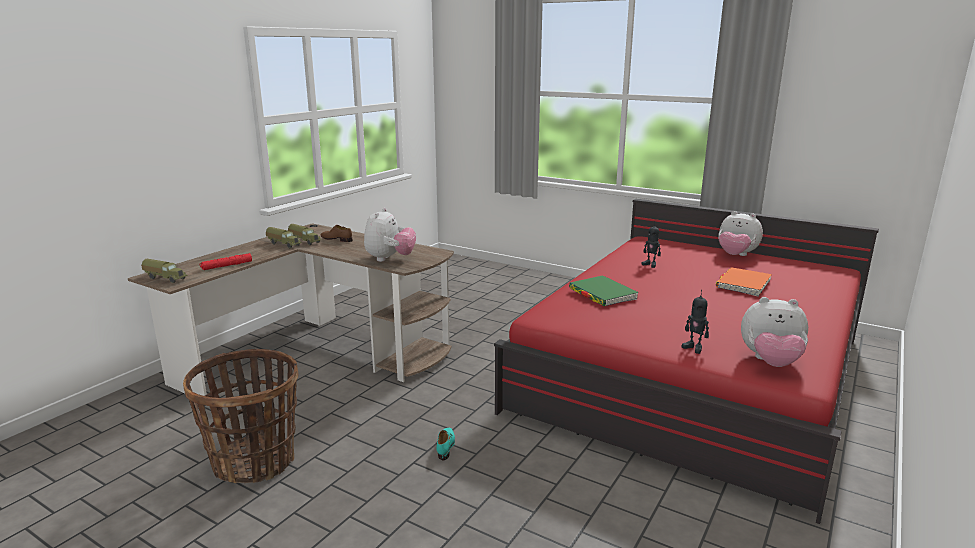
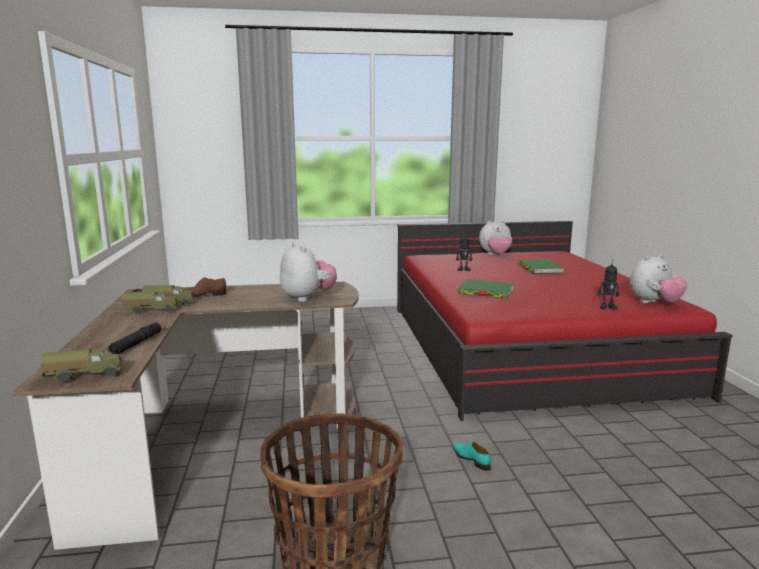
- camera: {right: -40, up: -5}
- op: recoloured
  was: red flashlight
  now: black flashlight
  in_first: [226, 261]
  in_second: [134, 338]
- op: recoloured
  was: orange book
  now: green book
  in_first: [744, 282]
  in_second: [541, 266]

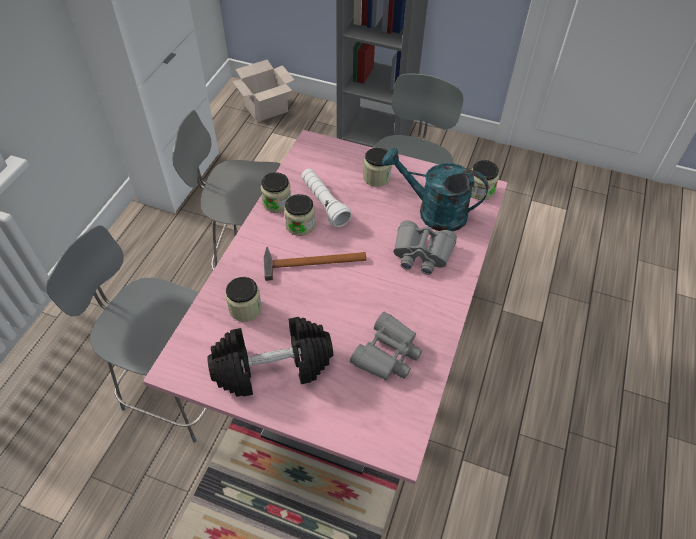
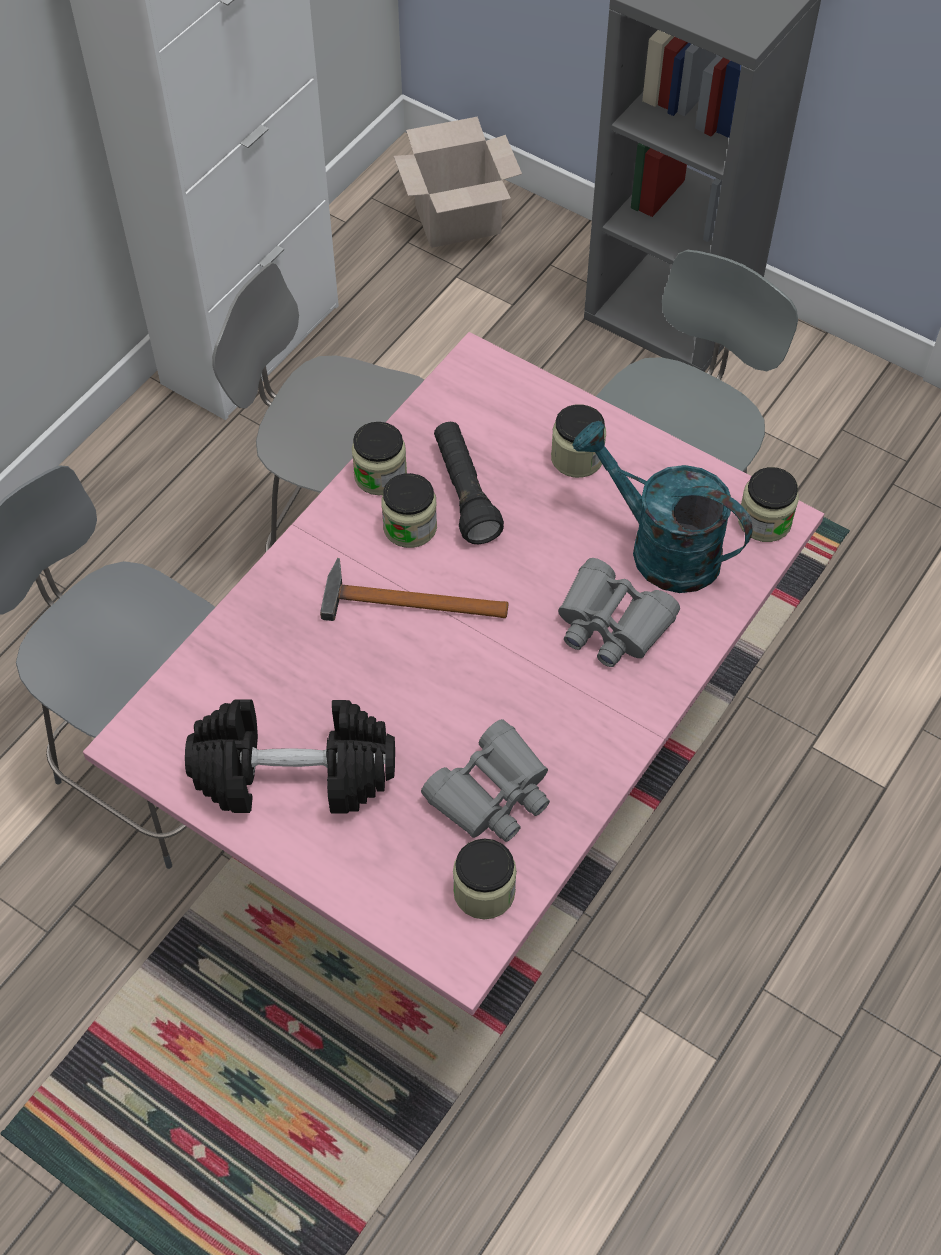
- camera: {right: 15, up: 5}
- op: moved
  was: jar
  in_first: [244, 299]
  in_second: [485, 879]
- op: recoloured
  was: white flashlight
  now: black flashlight
  in_first: [326, 198]
  in_second: [469, 483]

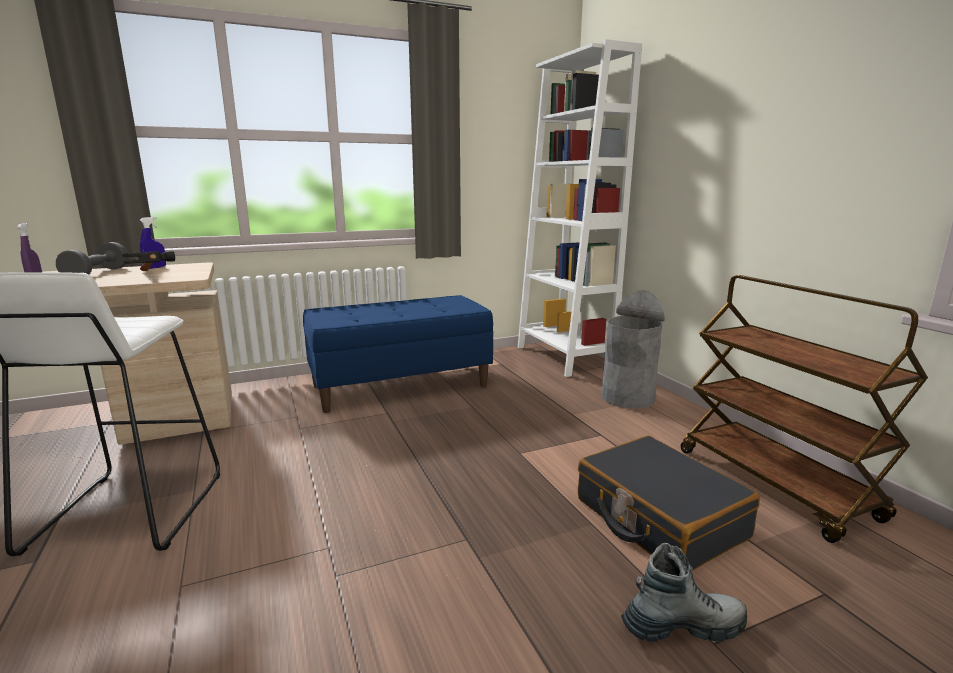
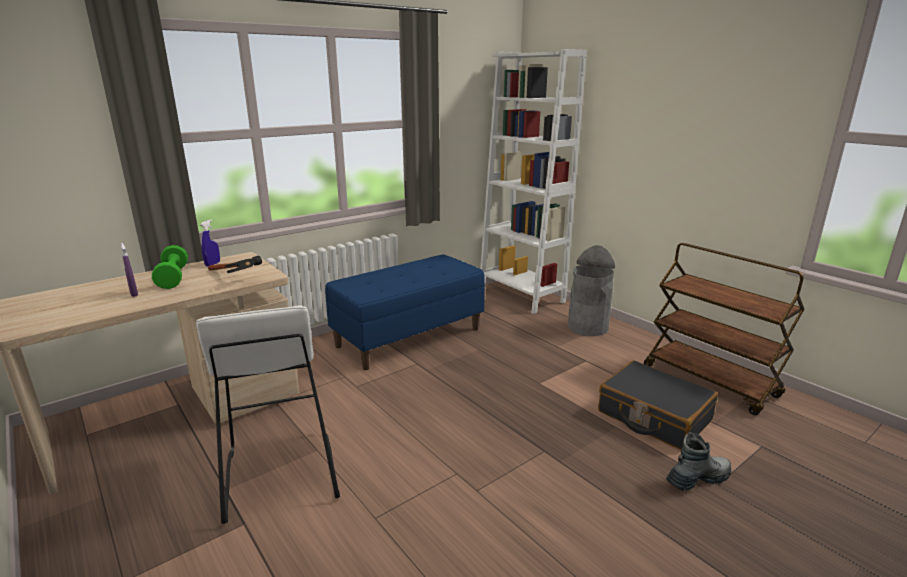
- camera: {right: -15, up: 5}
- op: recoloured
  was: grey dumbbell
  now: green dumbbell
  in_first: [92, 258]
  in_second: [170, 267]

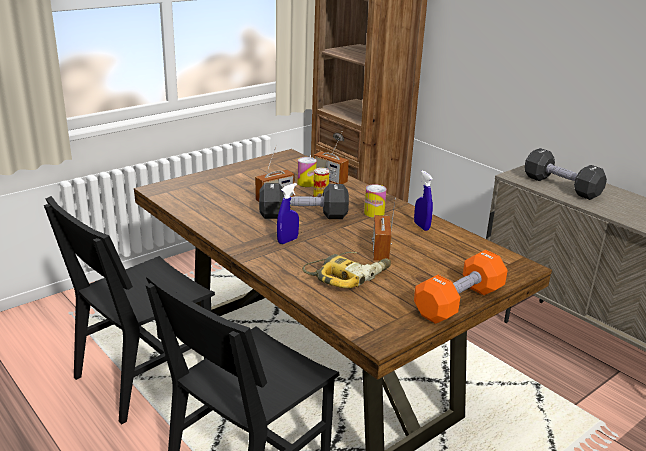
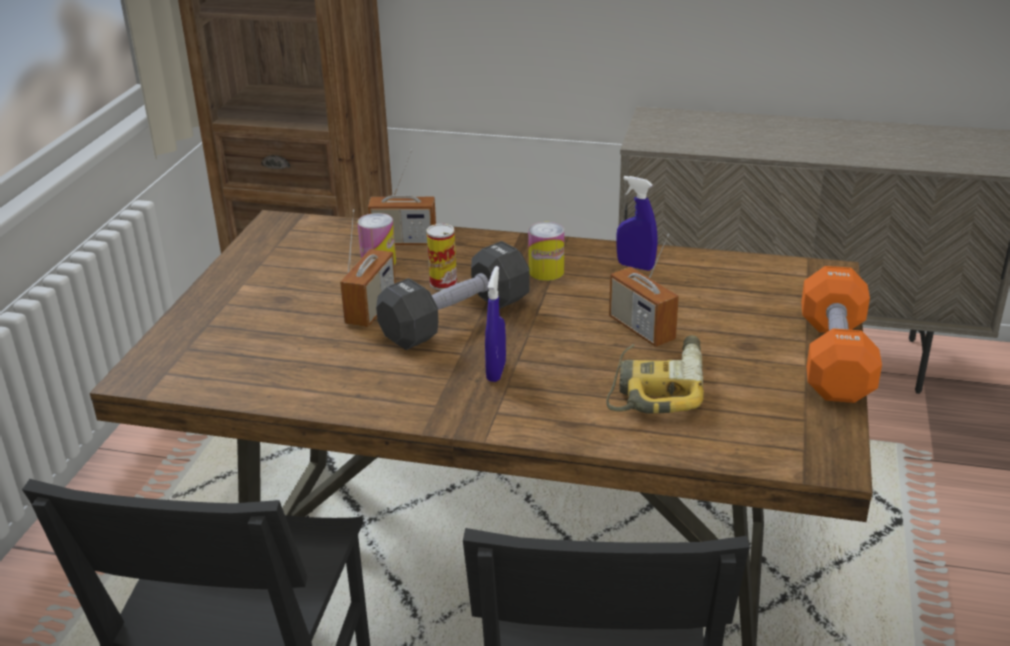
- camera: {right: -35, up: 5}
- op: removed
  was: black dumbbell
  in_first: [566, 174]

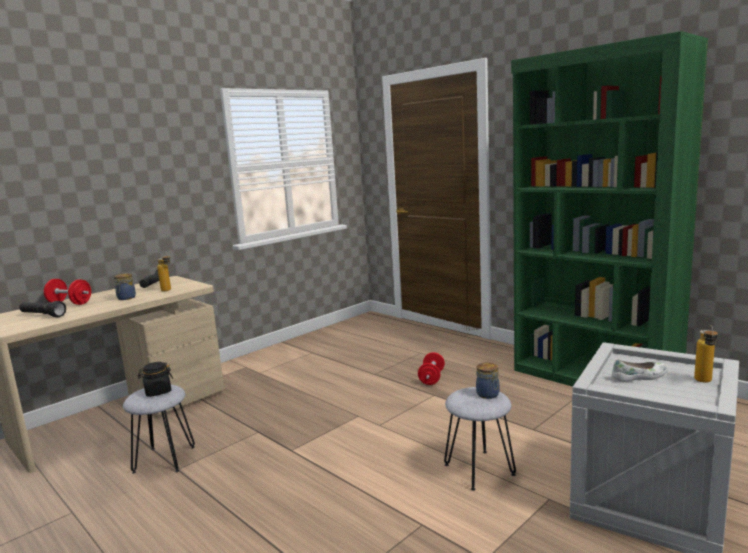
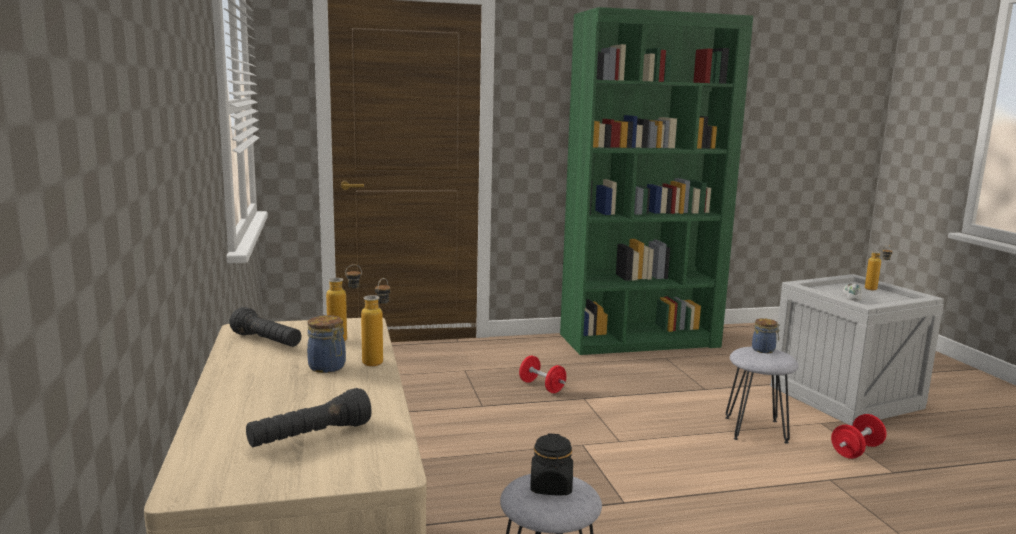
- camera: {right: -60, up: 0}
- op: moved
  was: red dumbbell
  in_first: [67, 292]
  in_second: [859, 436]
- op: added
  now: bottle
  in_second: [375, 322]

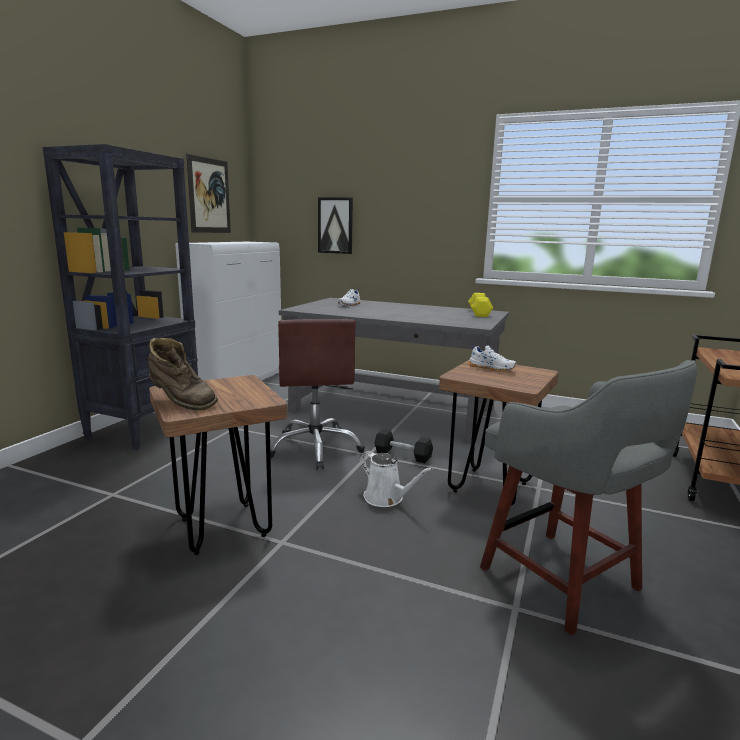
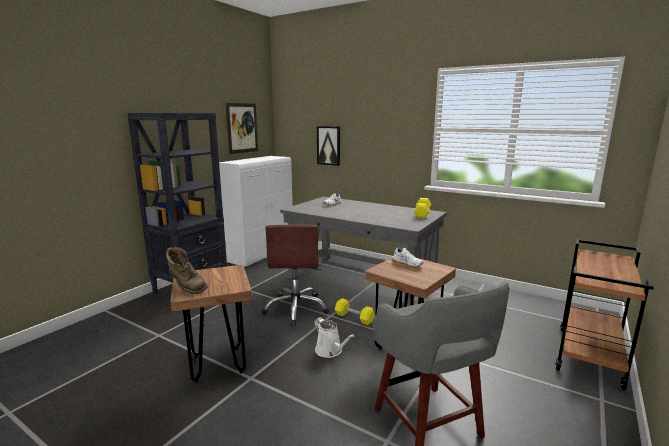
- camera: {right: 10, up: 0}
- op: recoloured
  was: black dumbbell
  now: yellow dumbbell
  in_first: [403, 446]
  in_second: [355, 311]

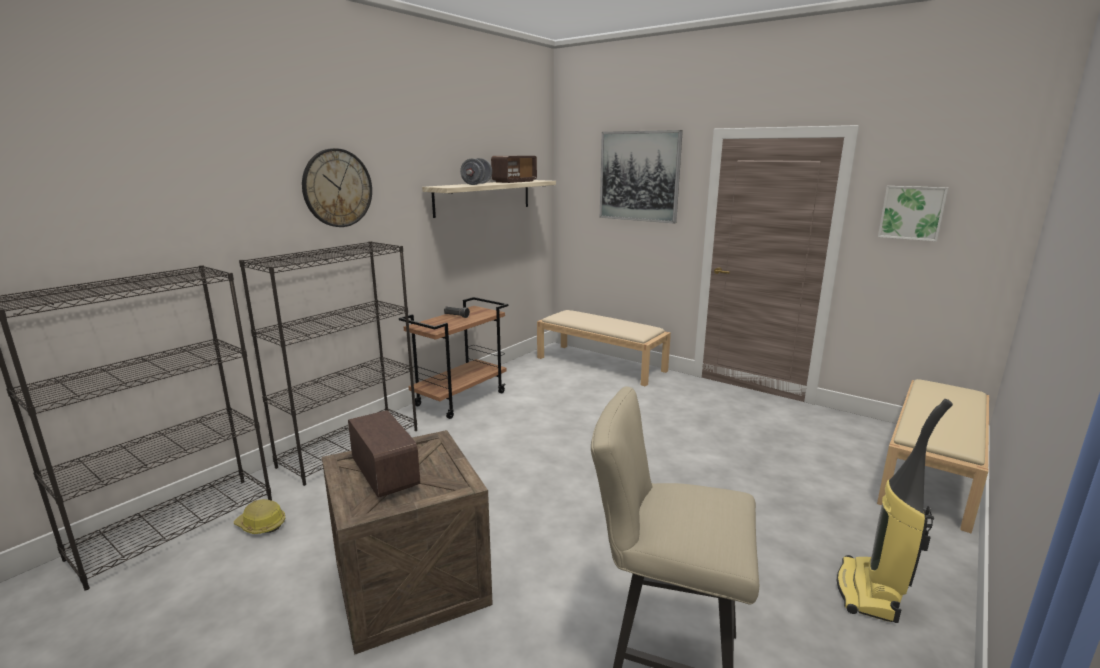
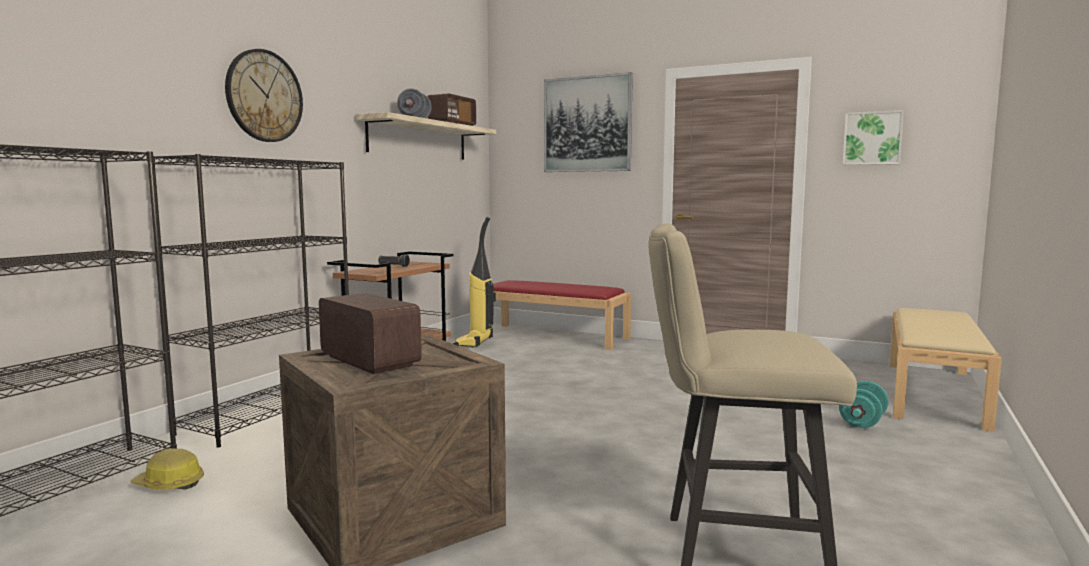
- camera: {right: -10, up: -10}
- op: recoloured
  was: beige bench
  now: red bench
  in_first: [604, 348]
  in_second: [562, 315]
- op: moved
  was: vacuum cleaner
  in_first: [895, 511]
  in_second: [474, 282]
- op: added
  now: turquoise dumbbell
  in_second: [864, 404]

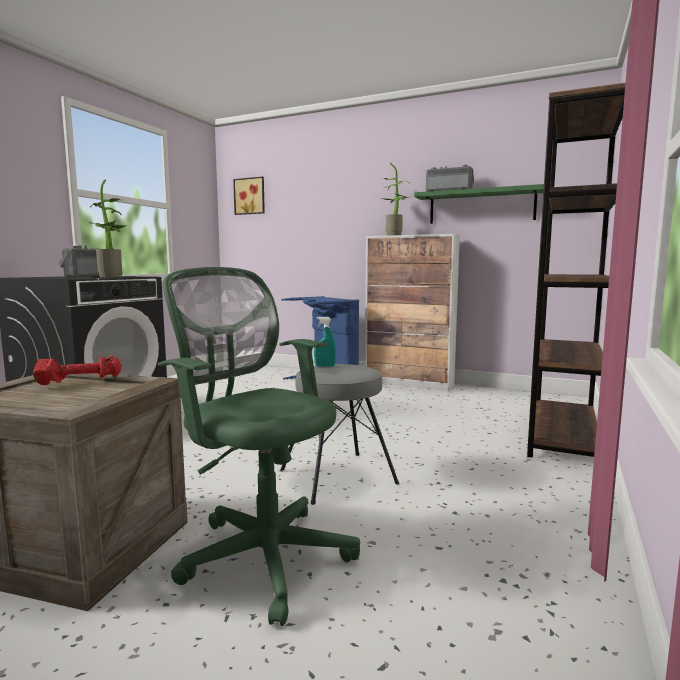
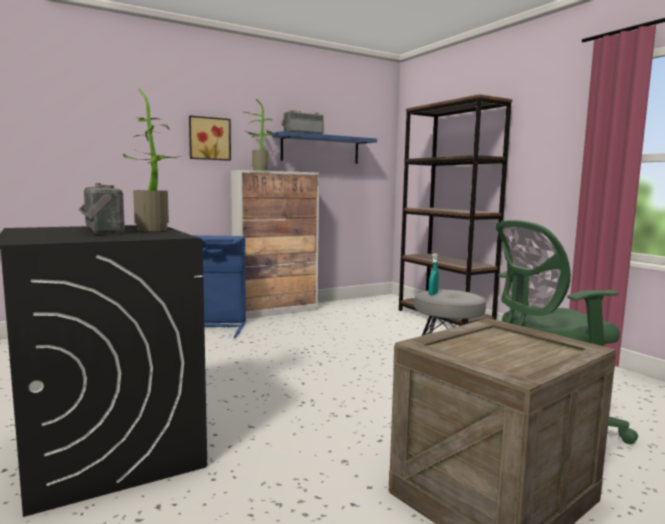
- camera: {right: -55, up: 0}
- op: removed
  was: red dumbbell
  in_first: [77, 370]
- op: moved
  was: picture
  in_first: [249, 195]
  in_second: [210, 138]
- op: recoloured
  was: green shelf
  now: blue shelf
  in_first: [479, 204]
  in_second: [324, 147]

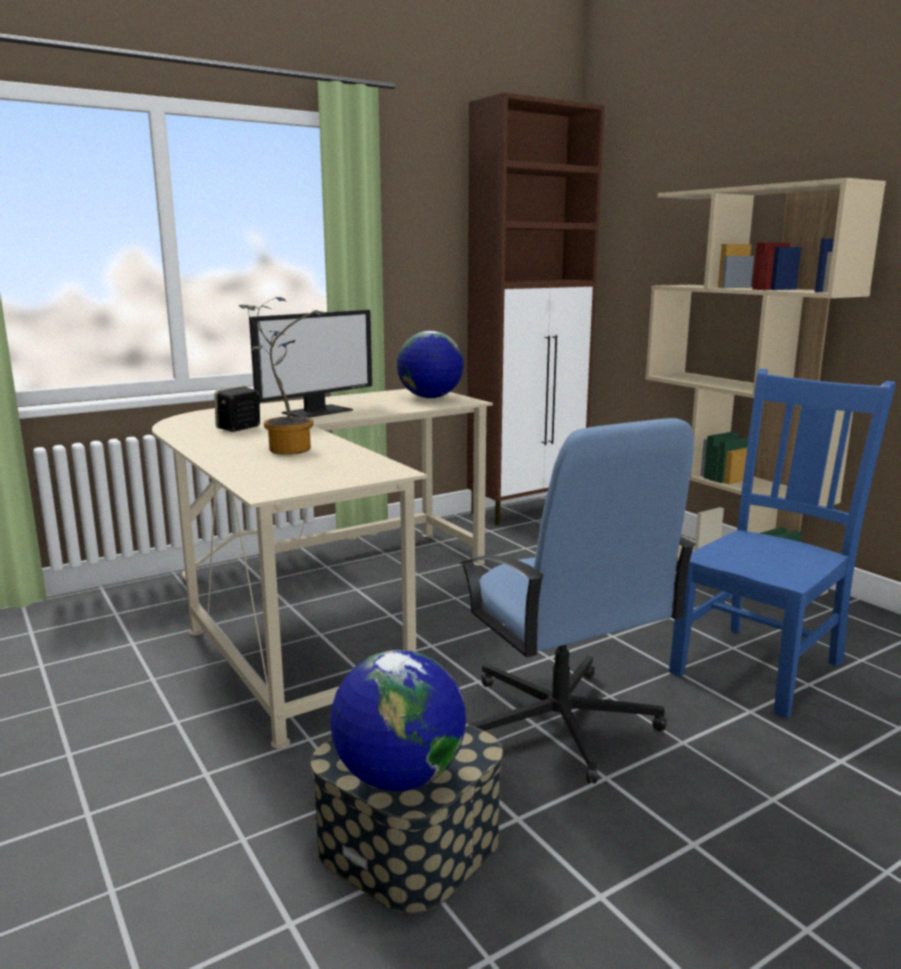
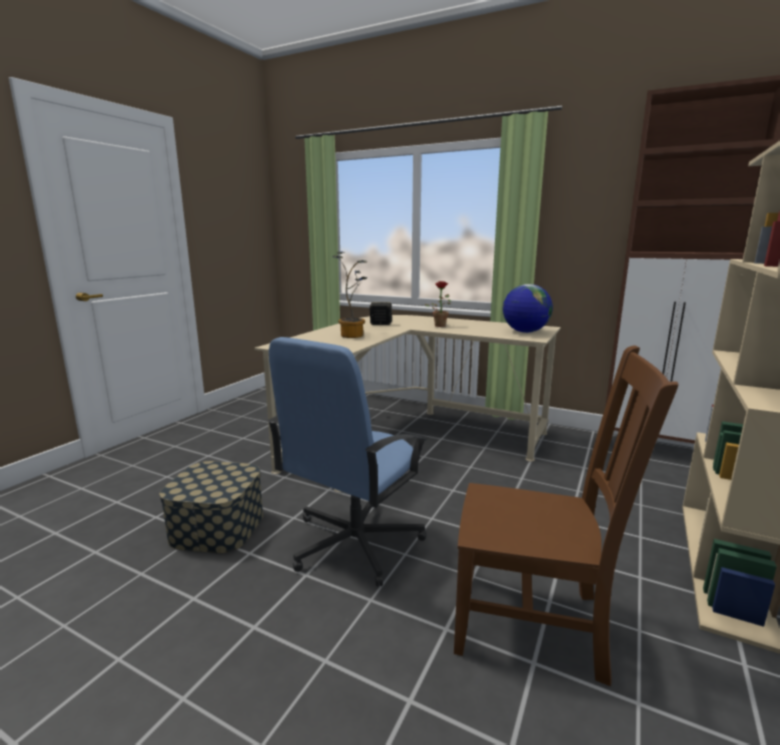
- camera: {right: 60, up: 0}
- op: replaced
  was: monitor
  now: potted plant
  in_first: [310, 364]
  in_second: [438, 304]
- op: removed
  was: globe
  in_first: [398, 720]
- op: recoloured
  was: blue chair
  now: brown chair
  in_first: [782, 543]
  in_second: [566, 515]

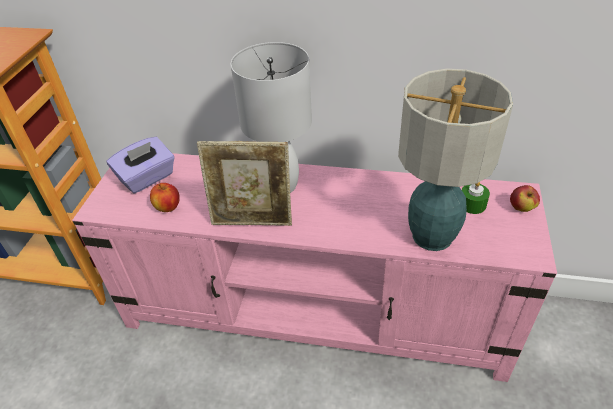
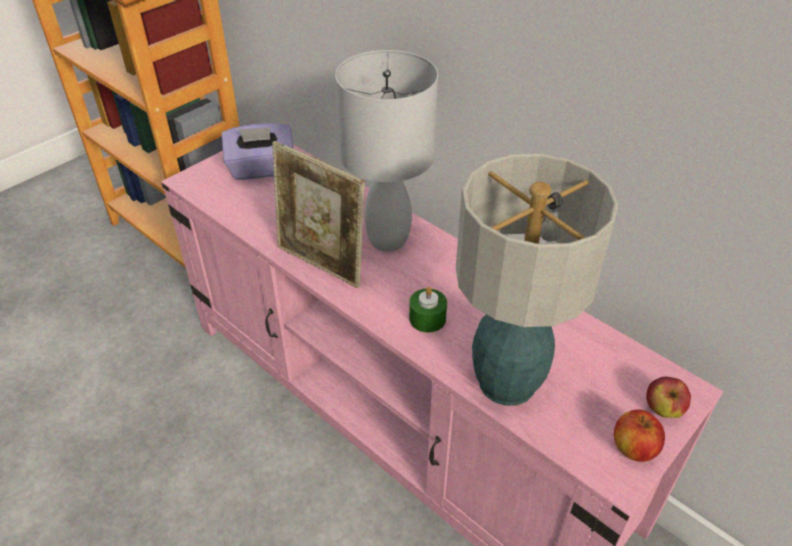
- camera: {right: 30, up: 0}
- op: moved
  was: apple
  in_first: [165, 197]
  in_second: [639, 435]
- op: moved
  was: green candle
  in_first: [476, 198]
  in_second: [428, 310]

